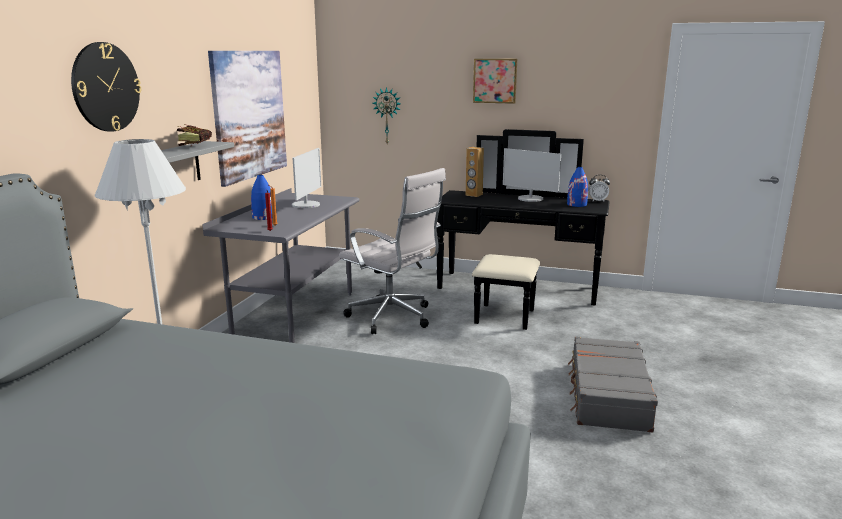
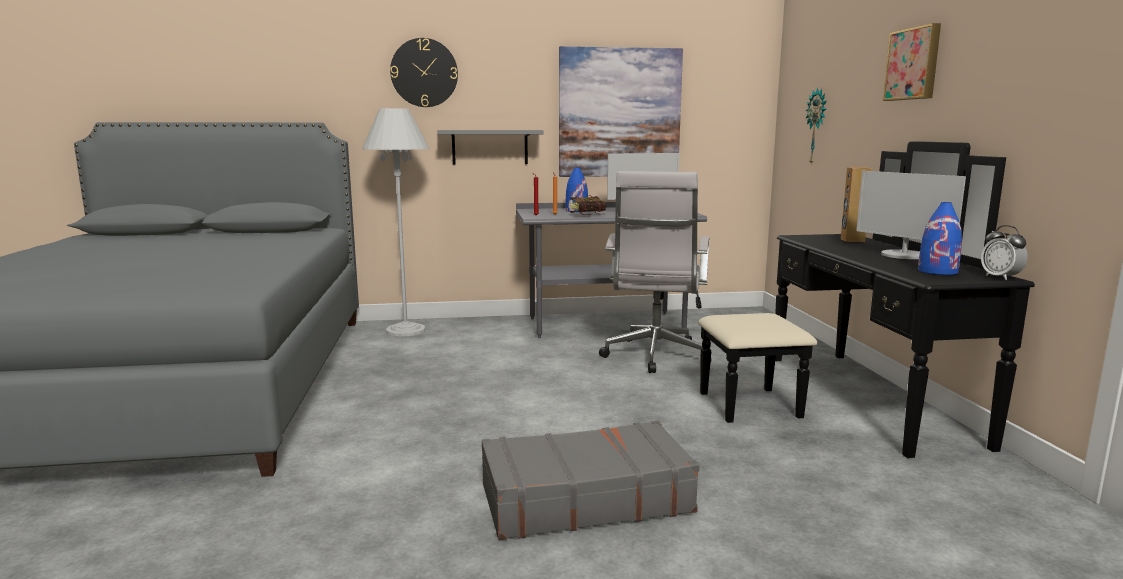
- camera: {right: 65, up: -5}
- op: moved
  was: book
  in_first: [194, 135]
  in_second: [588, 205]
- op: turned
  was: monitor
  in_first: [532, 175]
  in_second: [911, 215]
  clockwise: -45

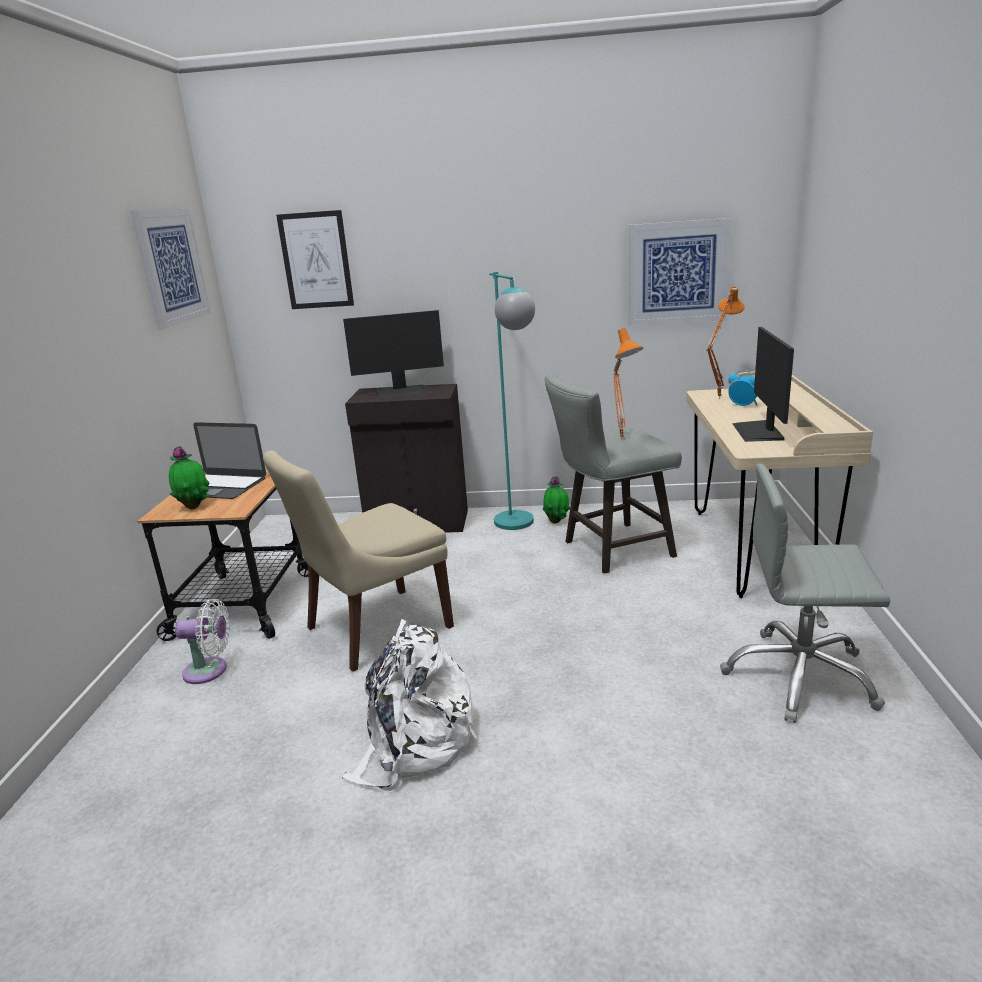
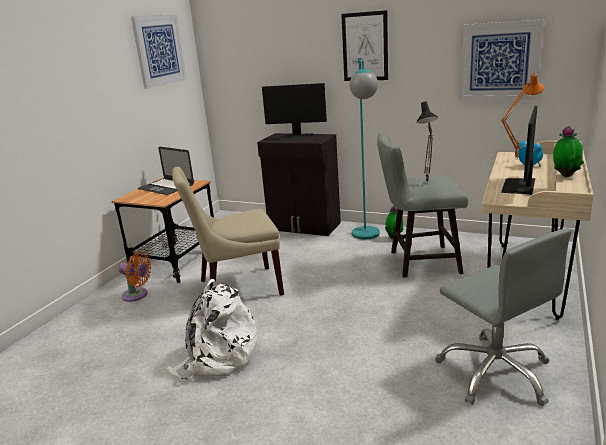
- camera: {right: 20, up: 0}
- op: moved
  was: potted plant
  in_first: [189, 477]
  in_second: [568, 151]
- op: recoloured
  was: white fan
  now: orange fan
  in_first: [202, 641]
  in_second: [134, 277]
- op: moved
  was: picture
  in_first: [315, 259]
  in_second: [364, 45]
- op: recoloured
  was: orange table lamp
  now: black table lamp
  in_first: [628, 383]
  in_second: [427, 141]
- op: turned
  was: grey office chair
  in_first: [805, 593]
  in_second: [503, 317]
  clockwise: -150

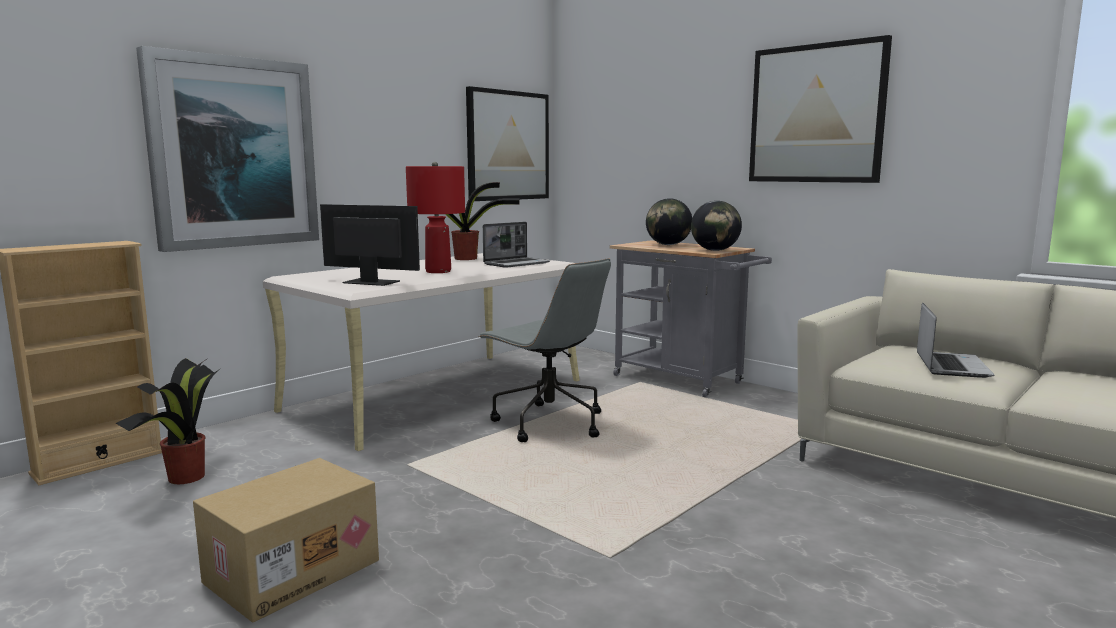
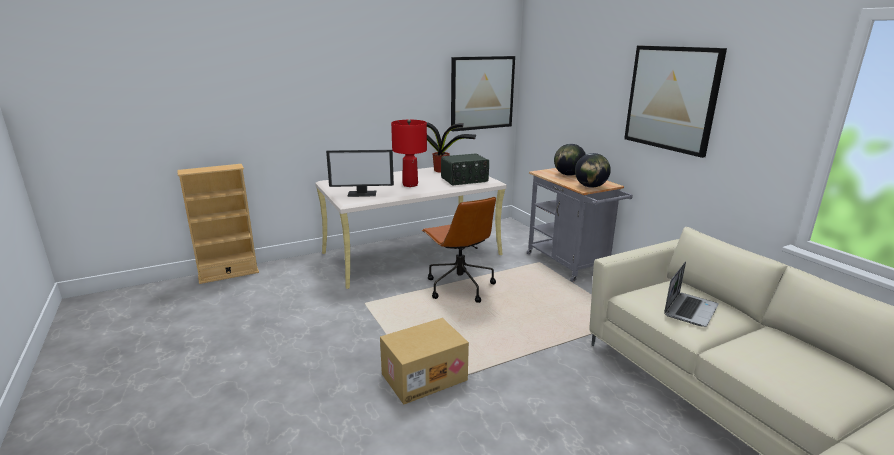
- camera: {right: 20, up: 10}
- op: removed
  was: potted plant
  in_first: [167, 421]
- op: removed
  was: picture
  in_first: [227, 149]
- op: moved
  was: cardboard box
  in_first: [286, 540]
  in_second: [424, 361]
- op: turned
  was: monitor
  in_first: [370, 245]
  in_second: [360, 173]
  clockwise: 135
- op: recoloured
  was: grey office chair
  now: brown office chair
  in_first: [544, 350]
  in_second: [459, 250]
- op: replaced
  was: laptop
  now: radio
  in_first: [516, 245]
  in_second: [465, 169]

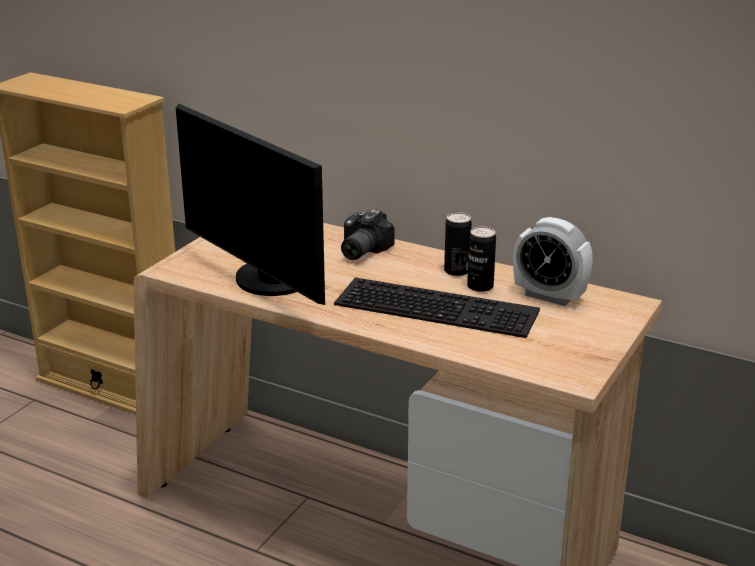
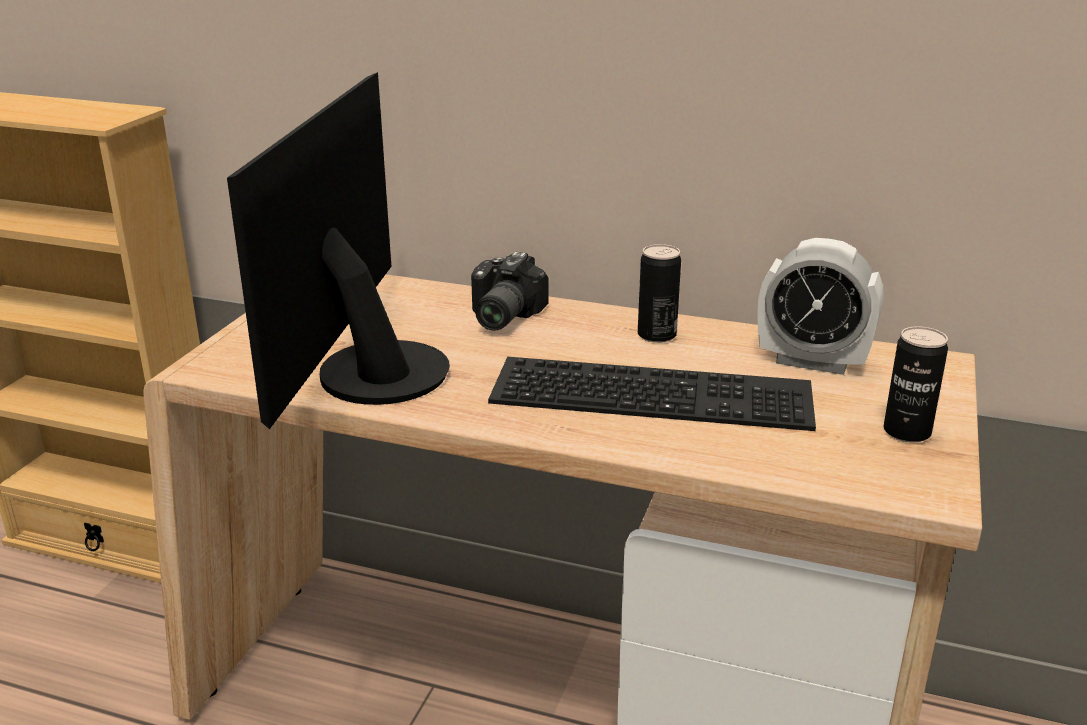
- camera: {right: -10, up: 0}
- op: turned
  was: monitor
  in_first: [250, 204]
  in_second: [338, 251]
  clockwise: 60
- op: moved
  was: can
  in_first: [481, 259]
  in_second: [916, 384]

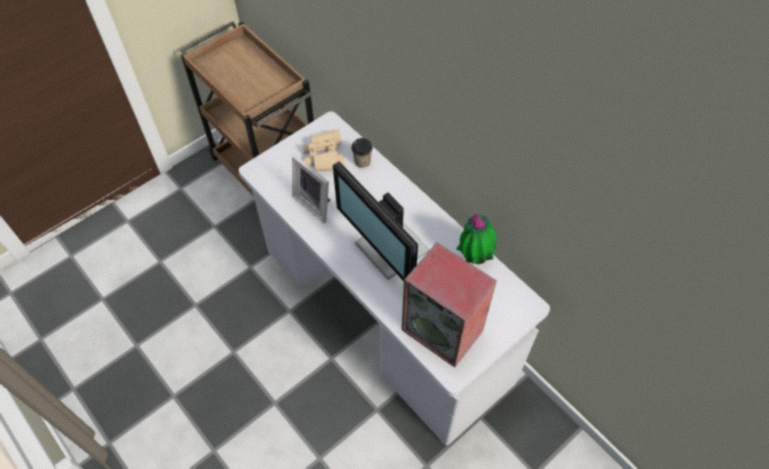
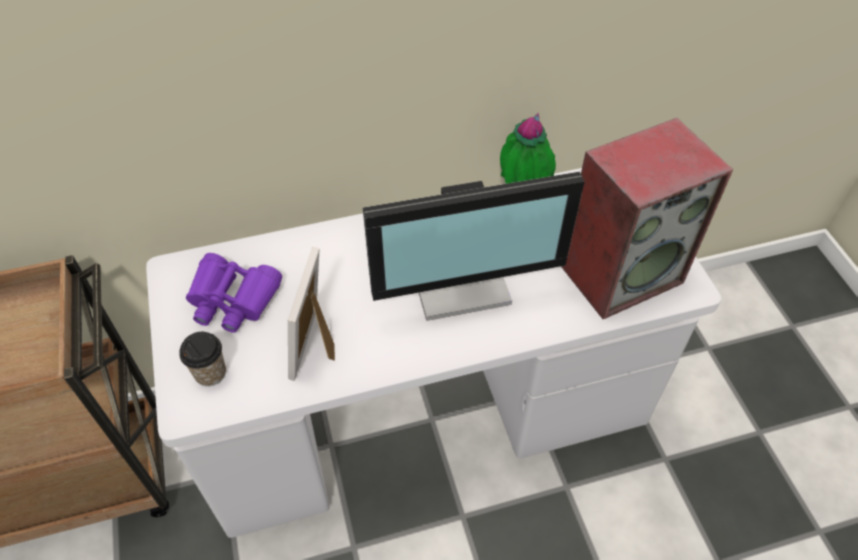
- camera: {right: -65, up: -5}
- op: turned
  was: picture frame
  in_first: [311, 188]
  in_second: [311, 314]
  clockwise: 120
- op: recoloured
  was: beige binoculars
  now: purple binoculars
  in_first: [323, 150]
  in_second: [234, 293]
- op: moved
  was: cup
  in_first: [362, 153]
  in_second: [202, 359]

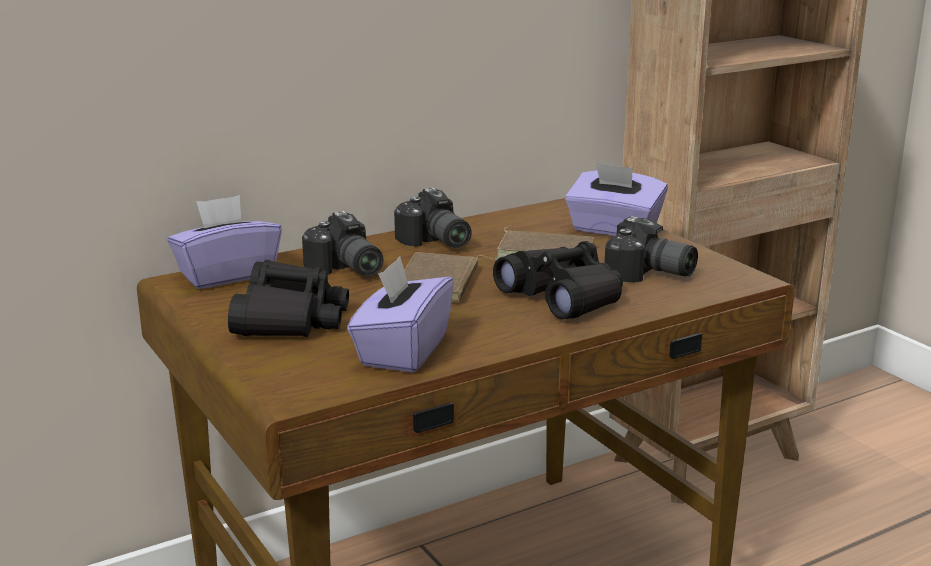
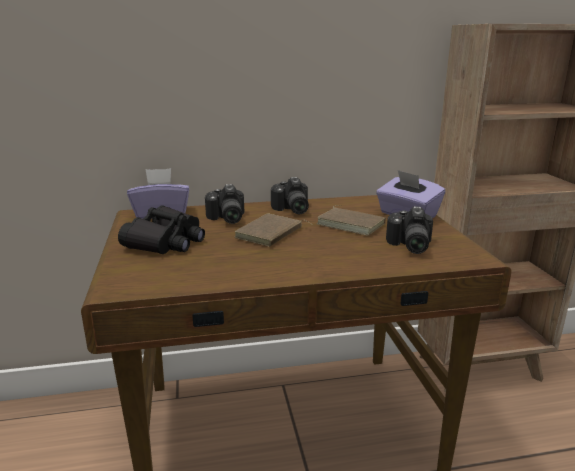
- camera: {right: 20, up: 0}
- op: removed
  was: purple tissue box
  in_first: [400, 315]
- op: removed
  was: black binoculars
  in_first: [558, 280]
- op: turned
  was: photo camera
  in_first: [651, 249]
  in_second: [409, 230]
  clockwise: 45

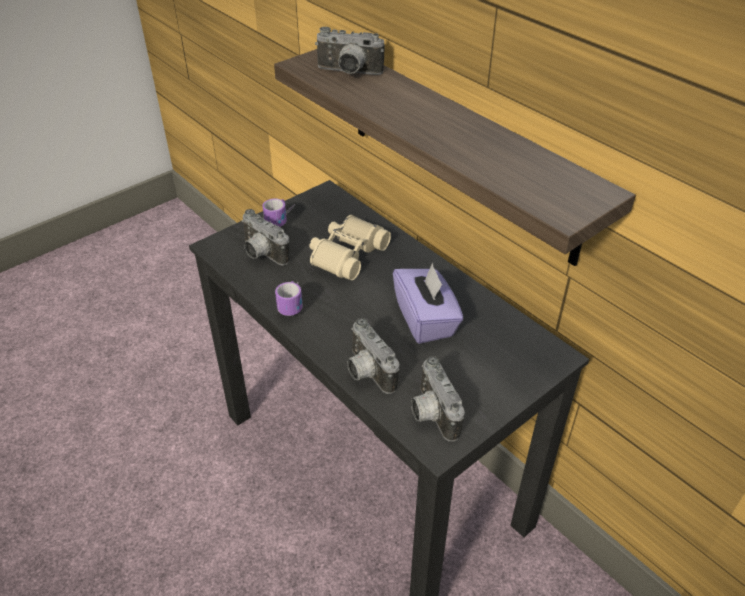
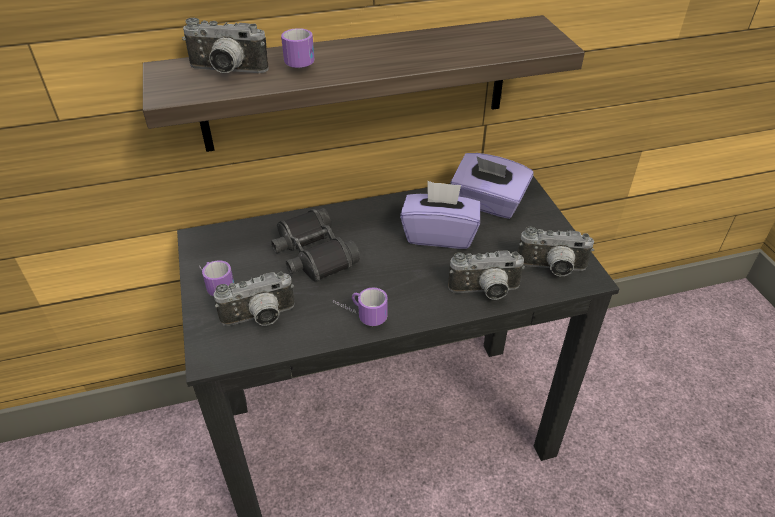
- camera: {right: -65, up: 0}
- op: recoloured
  was: beige binoculars
  now: black binoculars
  in_first: [350, 247]
  in_second: [315, 245]
- op: turned
  was: photo camera
  in_first: [350, 51]
  in_second: [225, 45]
  clockwise: 60
- op: added
  now: mug
  in_second: [297, 48]
- op: added
  now: purple tissue box
  in_second: [492, 186]

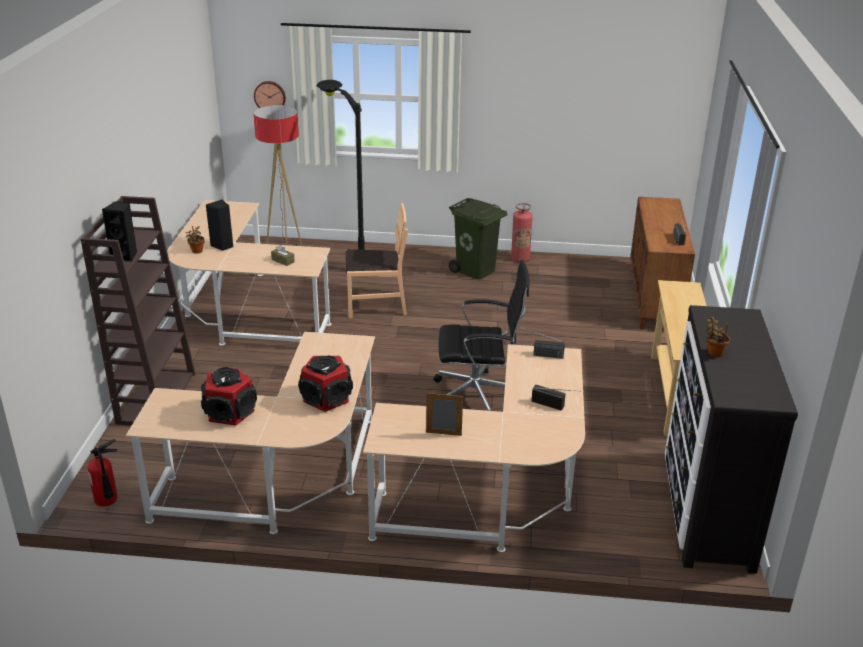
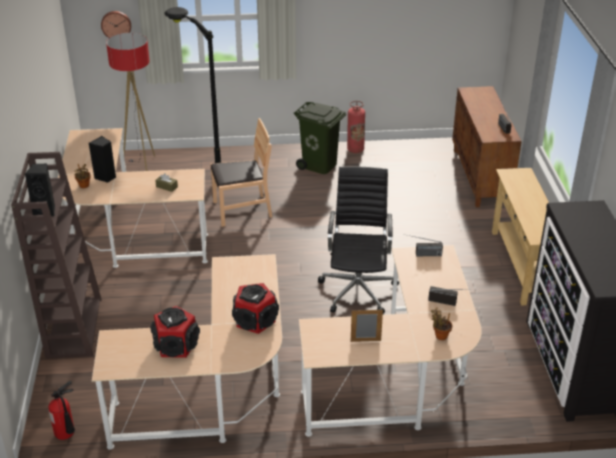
- camera: {right: -10, up: 5}
- op: turned
  was: black office chair
  in_first: [481, 335]
  in_second: [358, 239]
  clockwise: -75
- op: moved
  was: potted plant
  in_first: [717, 337]
  in_second: [441, 323]

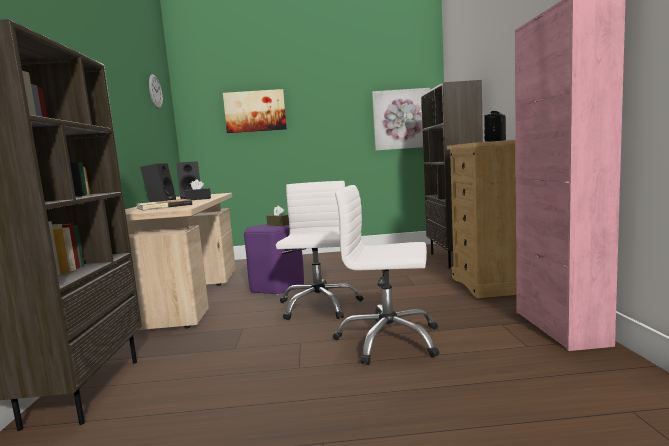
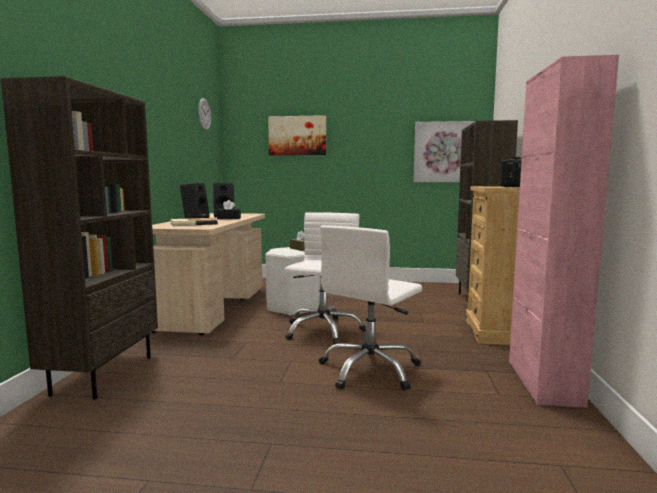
- camera: {right: 10, up: 0}
- op: recoloured
  was: purple stool
  now: white stool
  in_first: [274, 259]
  in_second: [293, 281]
- op: turned
  was: white office chair
  in_first: [386, 275]
  in_second: [370, 308]
  clockwise: -75

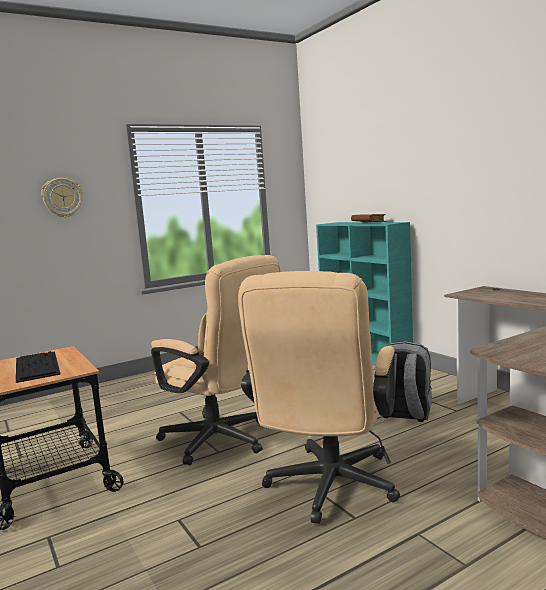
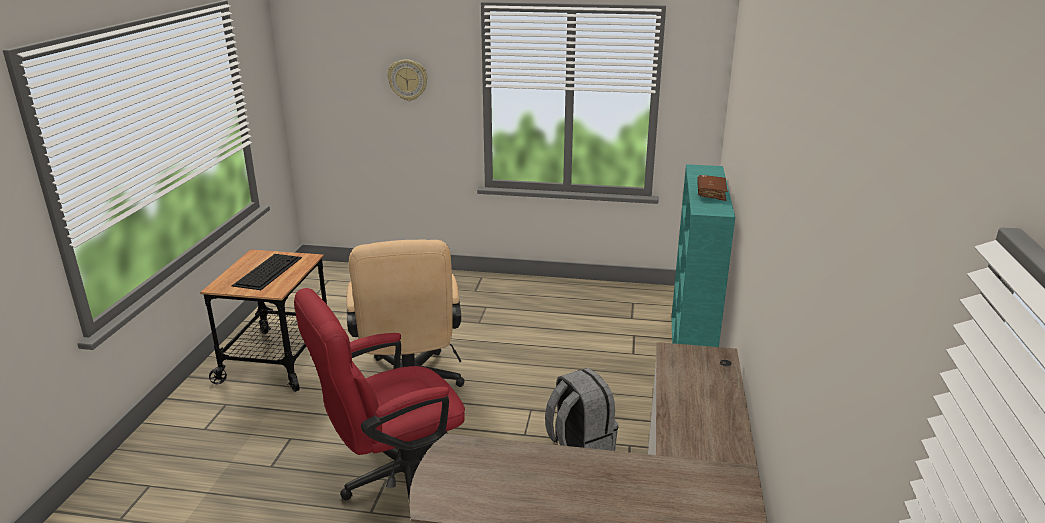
- camera: {right: 40, up: 15}
- op: recoloured
  was: beige office chair
  now: red office chair
  in_first: [319, 397]
  in_second: [379, 394]

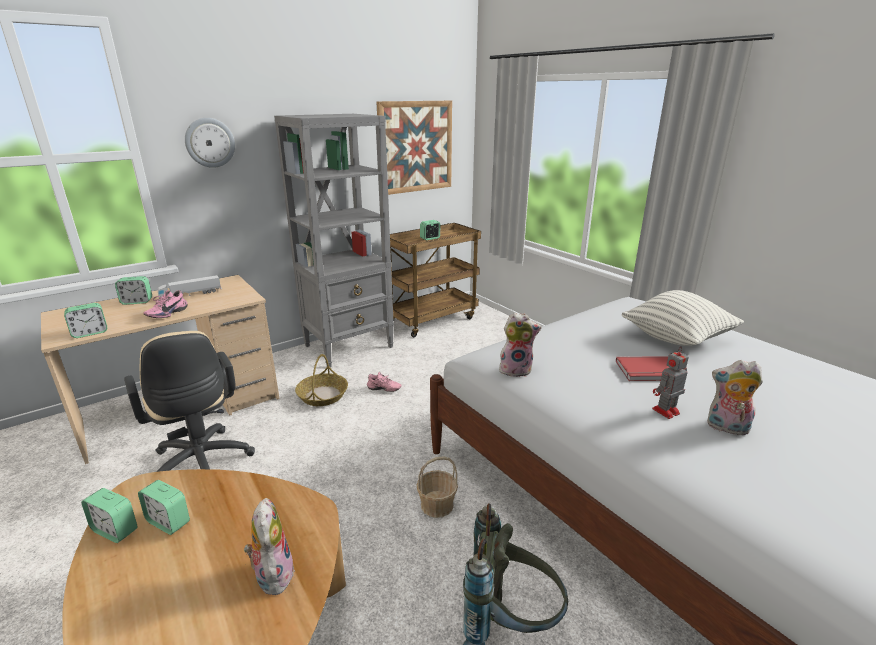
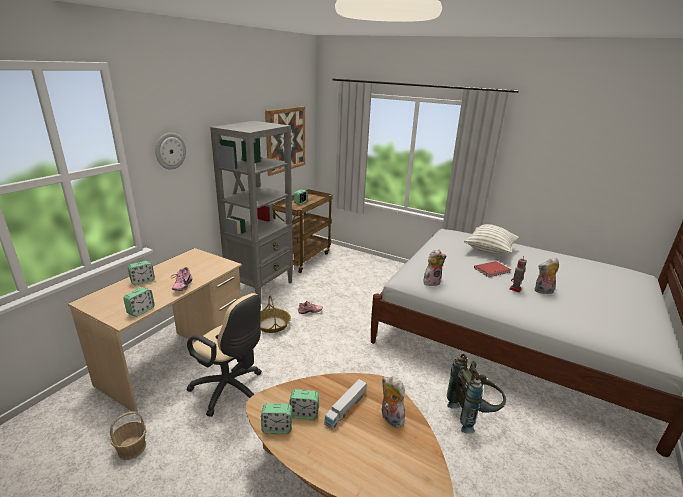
- camera: {right: -25, up: 0}
- op: moved
  was: toy truck
  in_first: [190, 288]
  in_second: [345, 404]
- op: moved
  was: basket
  in_first: [437, 487]
  in_second: [128, 435]

